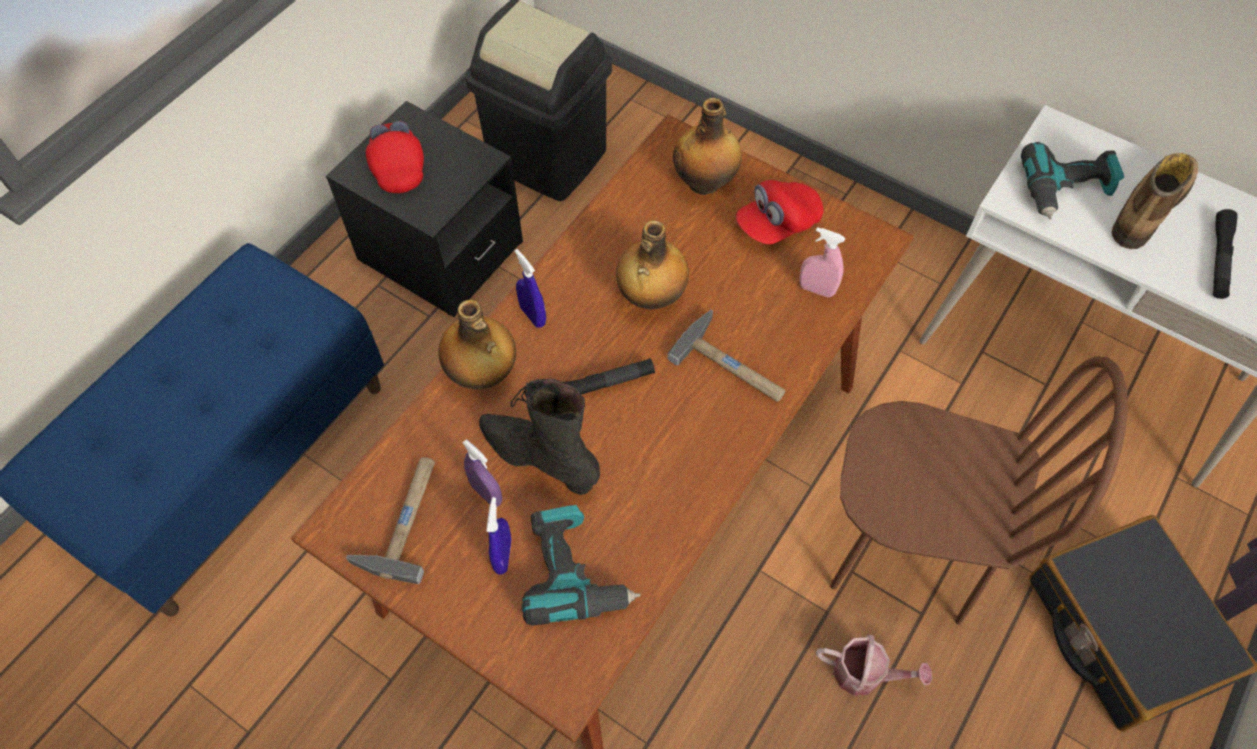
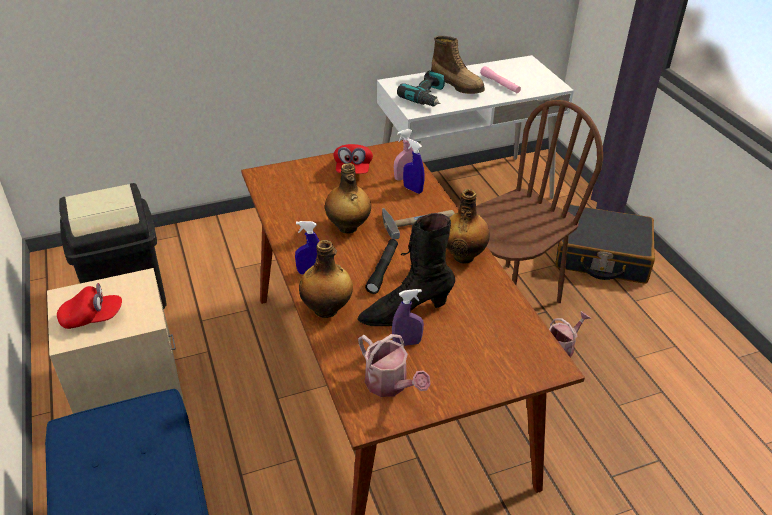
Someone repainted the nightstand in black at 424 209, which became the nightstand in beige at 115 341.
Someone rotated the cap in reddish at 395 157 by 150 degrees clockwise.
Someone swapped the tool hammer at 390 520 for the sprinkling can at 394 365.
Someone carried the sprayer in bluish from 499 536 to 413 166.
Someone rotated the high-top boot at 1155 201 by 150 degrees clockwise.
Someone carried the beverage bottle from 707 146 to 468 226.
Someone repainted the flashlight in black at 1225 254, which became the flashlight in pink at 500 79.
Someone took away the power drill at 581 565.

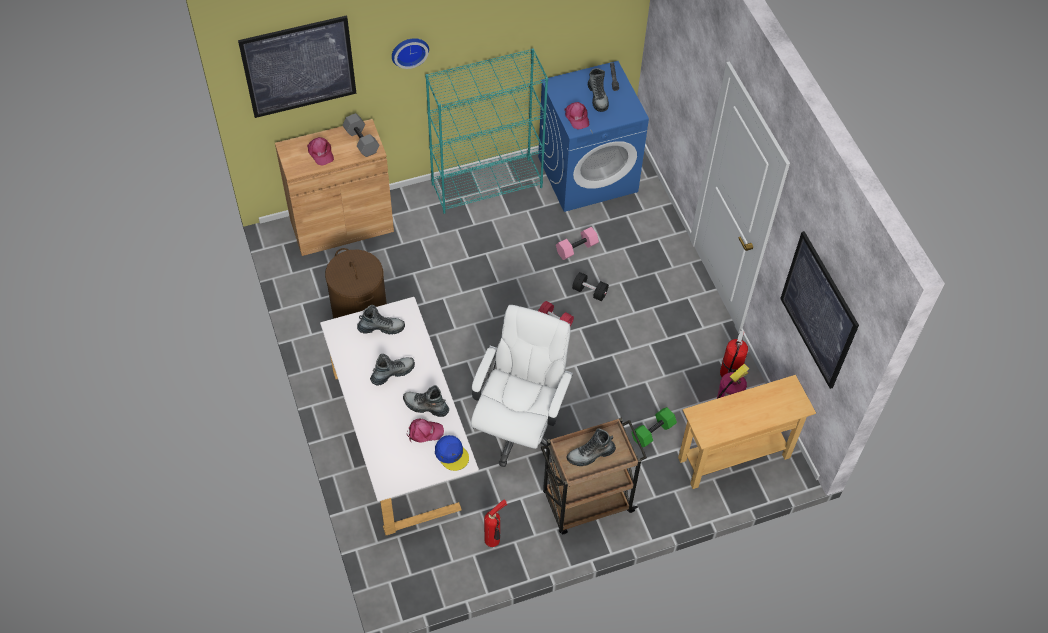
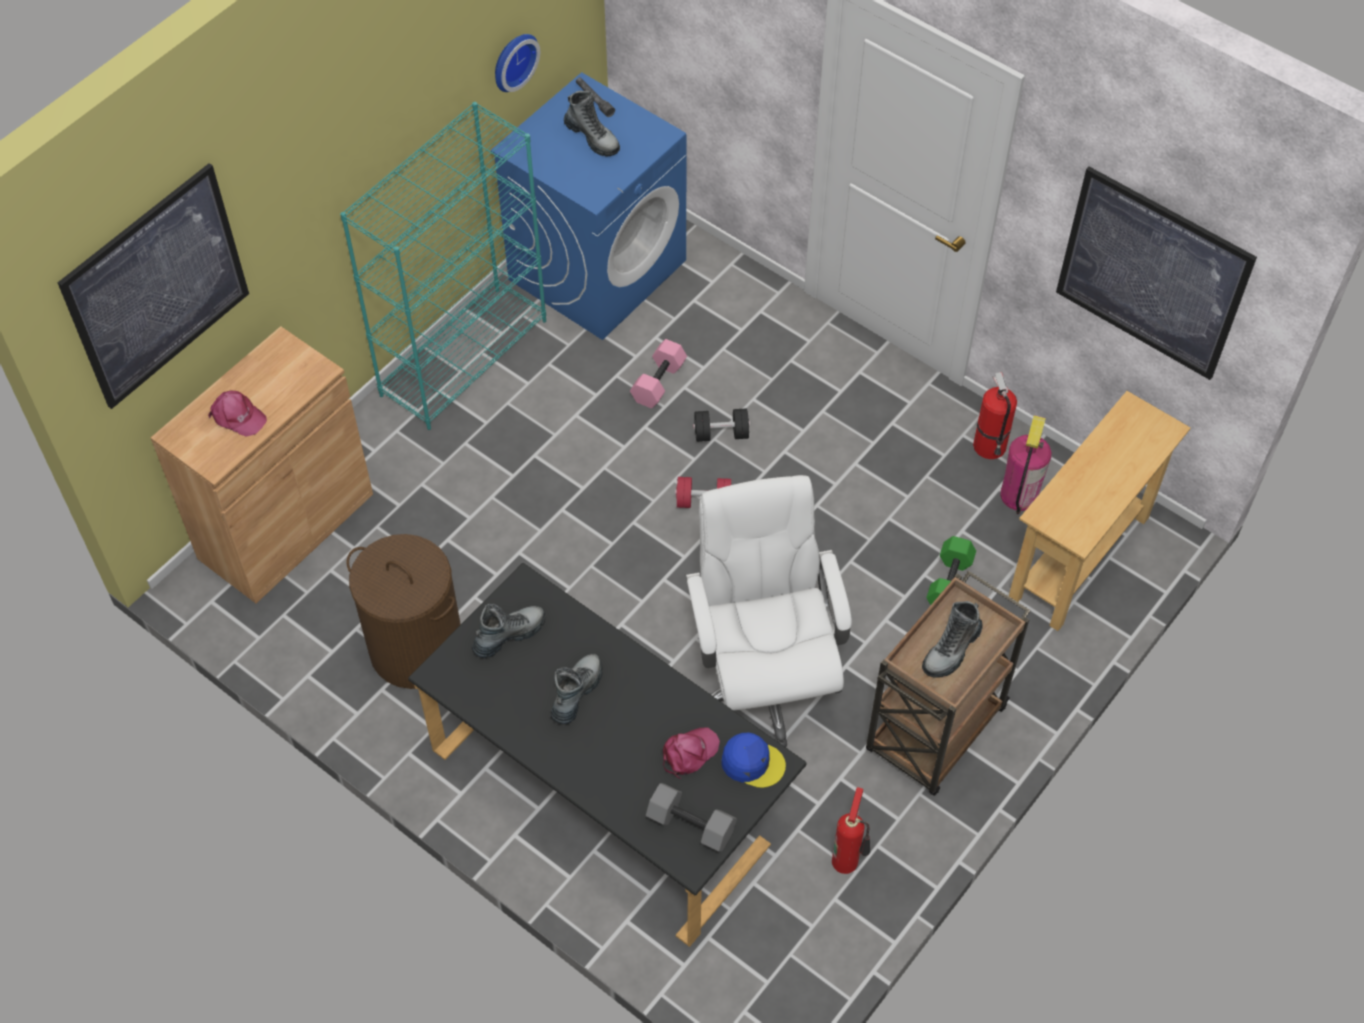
Someone repainted the desk table in white-coloured at 399 416, which became the desk table in black at 607 755.
Someone carried the clock on the wall from 410 53 to 517 63.
Someone carried the dumbbell in grey from 361 135 to 691 817.
Someone took away the high-top boot at 426 401.
Someone took away the cap in pink at 576 116.

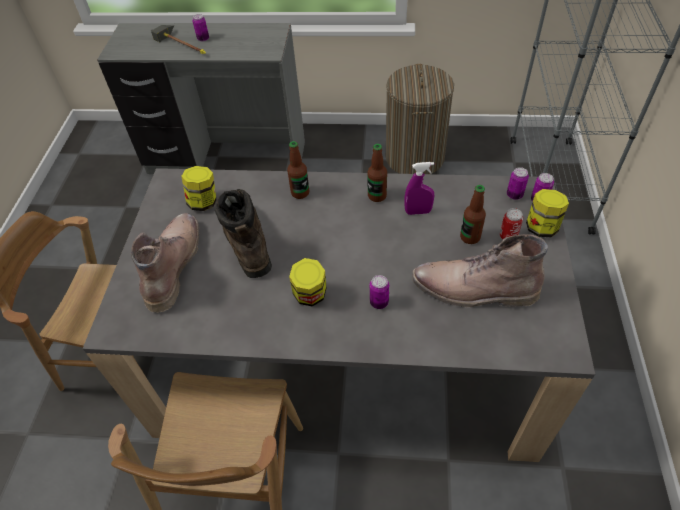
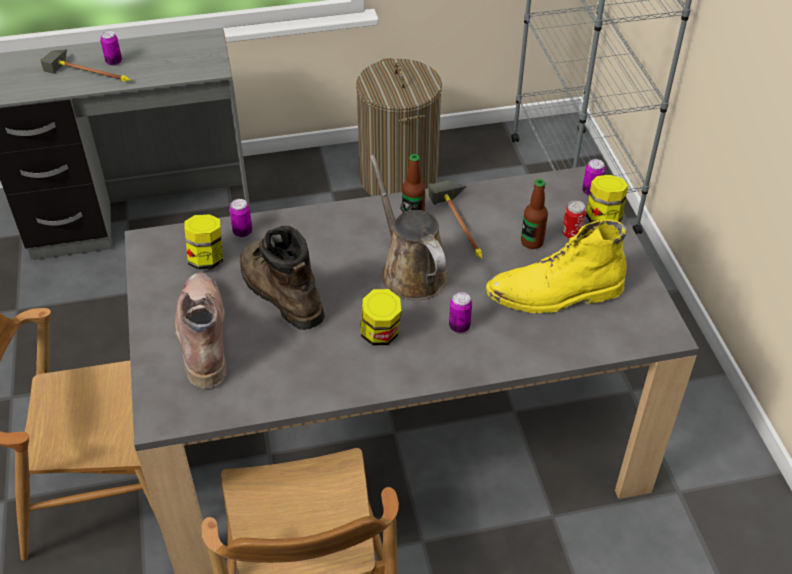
Someone carried the can from 518 183 to 240 218.
Someone put down the sprinkling can in brownish at 409 227.
Someone swapped the sprayer in purplish at 419 188 for the tool hammer at 455 219.
Someone repainted the high-top boot in brownish at 480 270, which became the high-top boot in yellow at 556 266.
Someone took away the beverage bottle at 298 170.

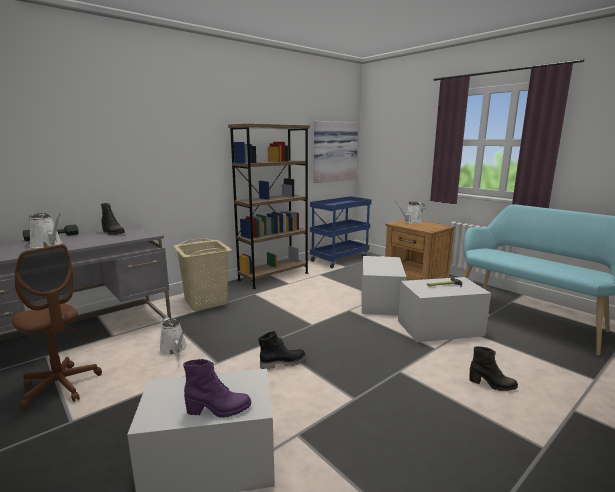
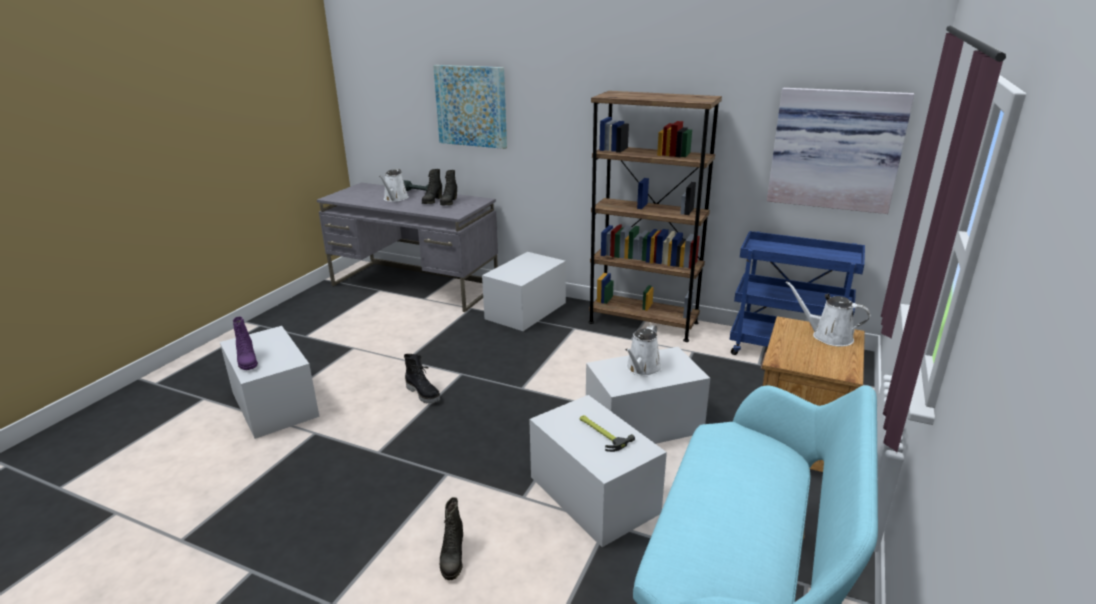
Someone put down the high-top boot in black at 432 186.
Someone put up the wall picture at 470 107.
Someone swapped the laundry basket in beige at 202 274 for the storage container in white-coloured at 524 291.
Someone carried the sprinkling can in white-coloured from 173 336 to 643 350.
Someone took away the desk chair in brownish at 57 326.

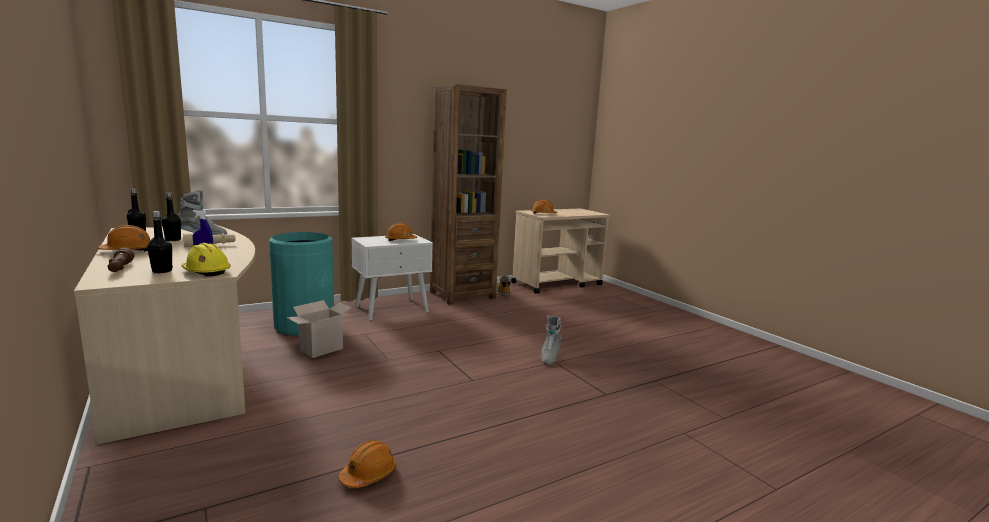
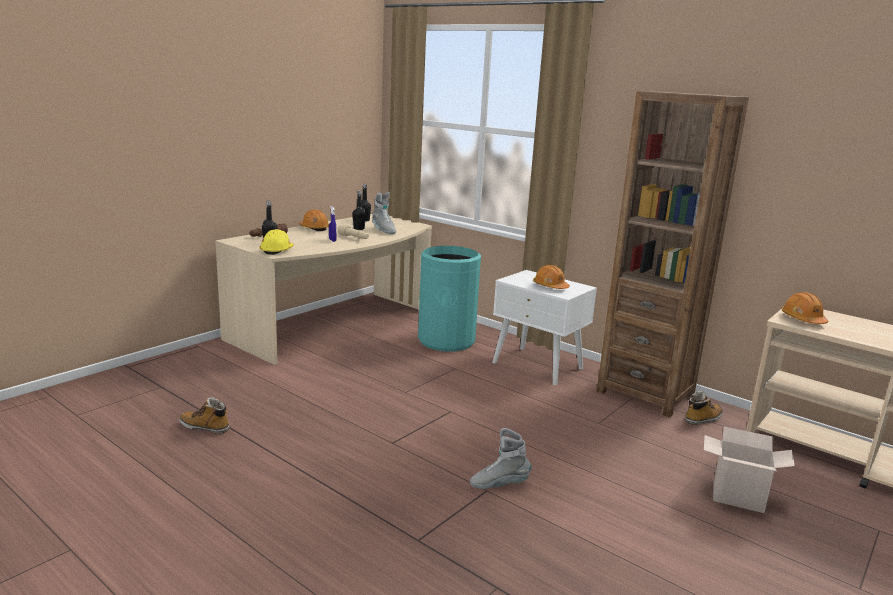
Someone swapped the work helmet in orange-coloured at 368 464 for the high-top boot at 204 415.
Someone carried the carton from 319 329 to 749 470.

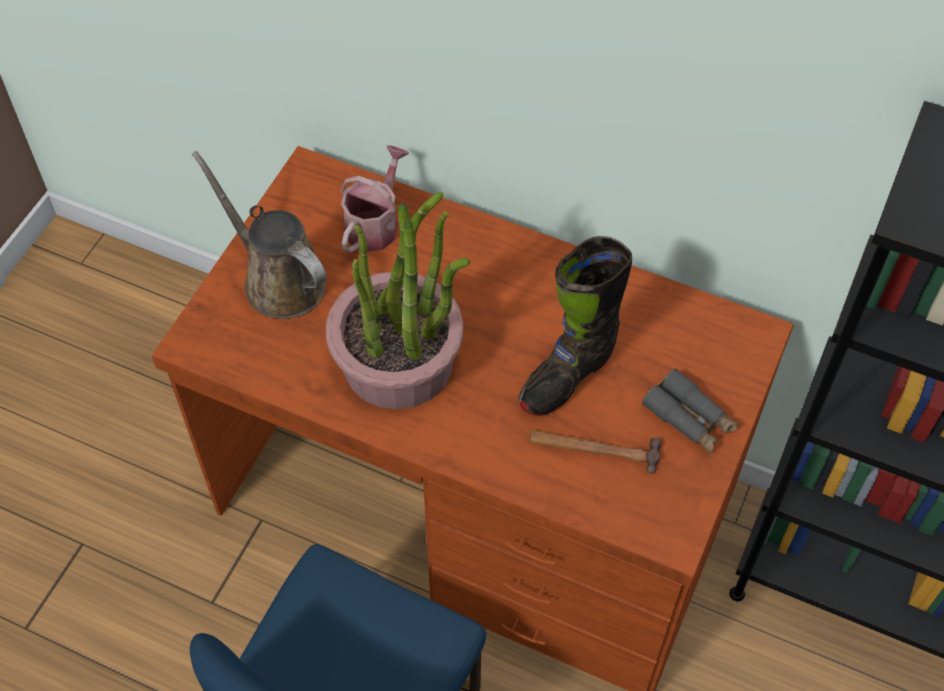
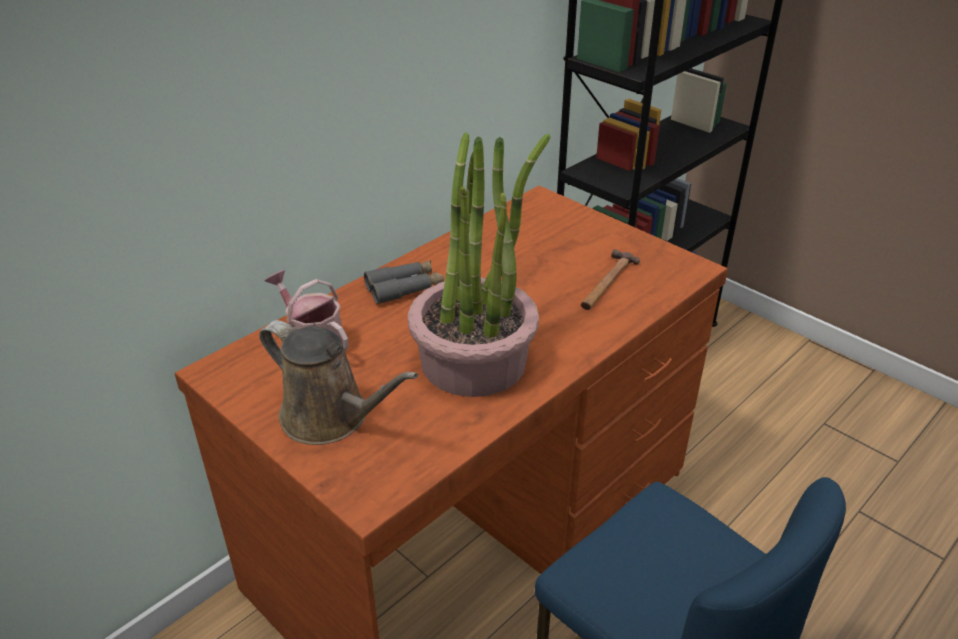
Someone rotated the sprinkling can in brownish at 259 235 by 120 degrees counterclockwise.
Someone carried the pair of binoculars in grey from 690 411 to 404 282.
Someone took away the high-top boot in black at 575 326.

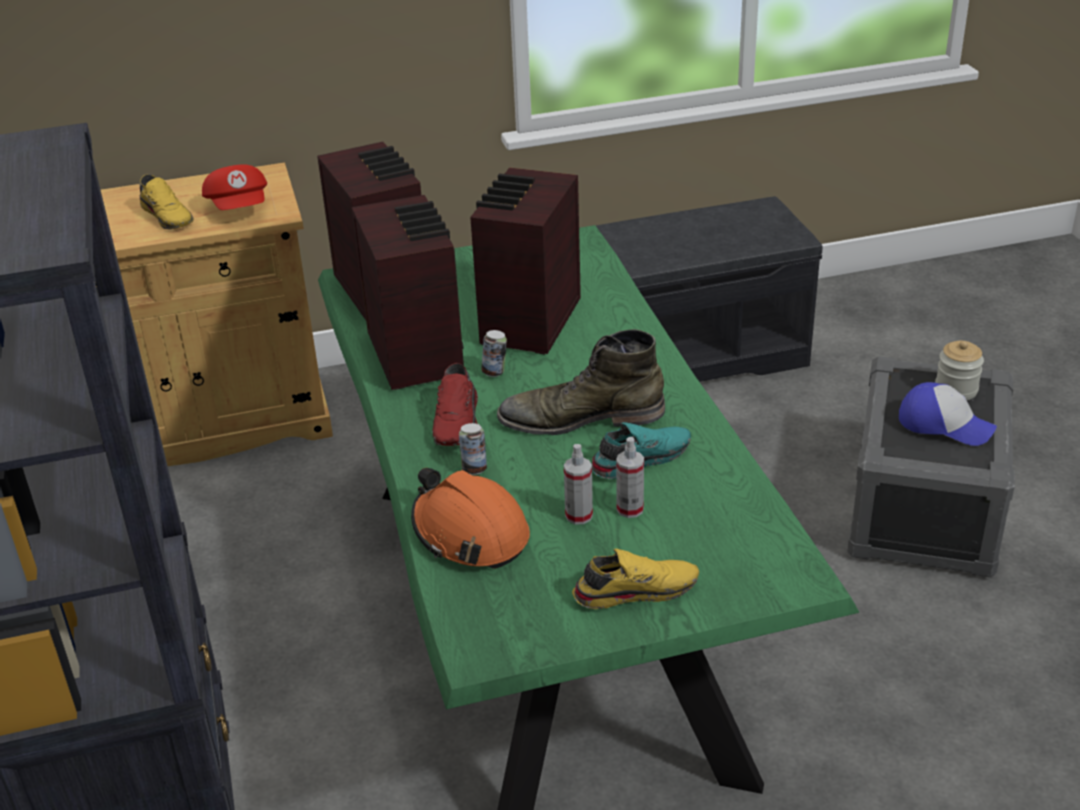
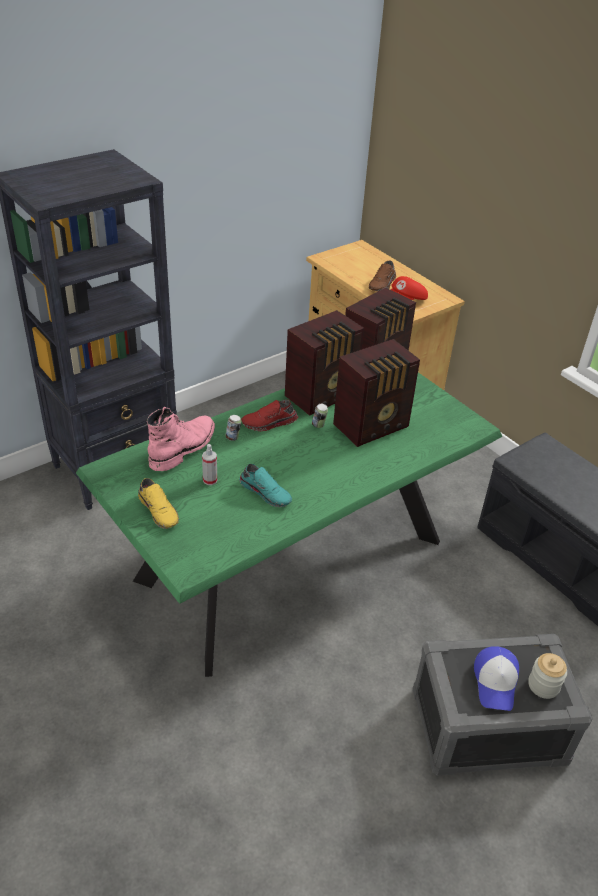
Someone swapped the work helmet in orange-coloured at 470 518 for the high-top boot in pink at 181 439.
Someone rotated the radio receiver at 525 260 by 150 degrees clockwise.
Someone repainted the item of footwear in yellow at 167 202, which became the item of footwear in brownish at 382 276.
Someone took away the high-top boot in greenish at 581 382.
Someone took away the sprayer at 630 477.

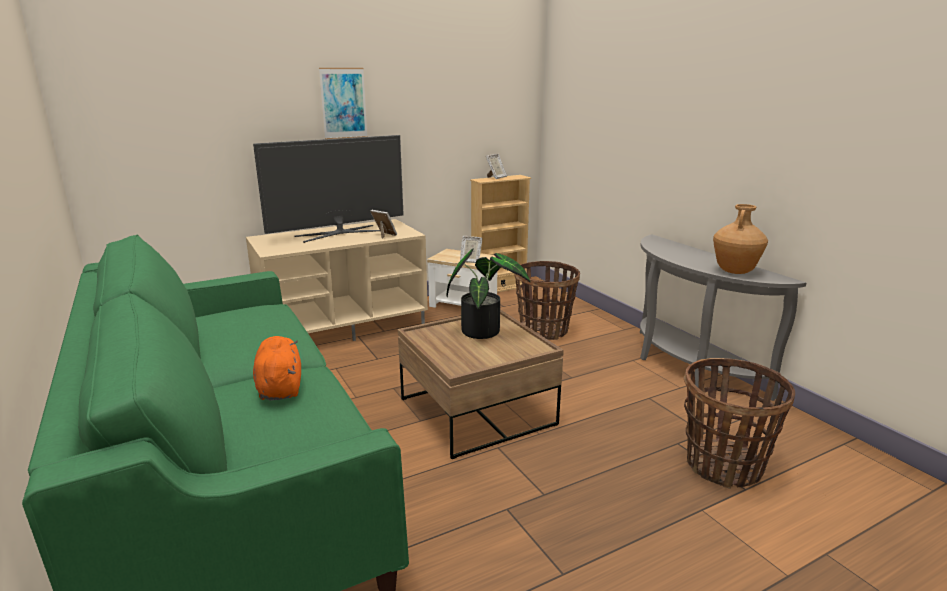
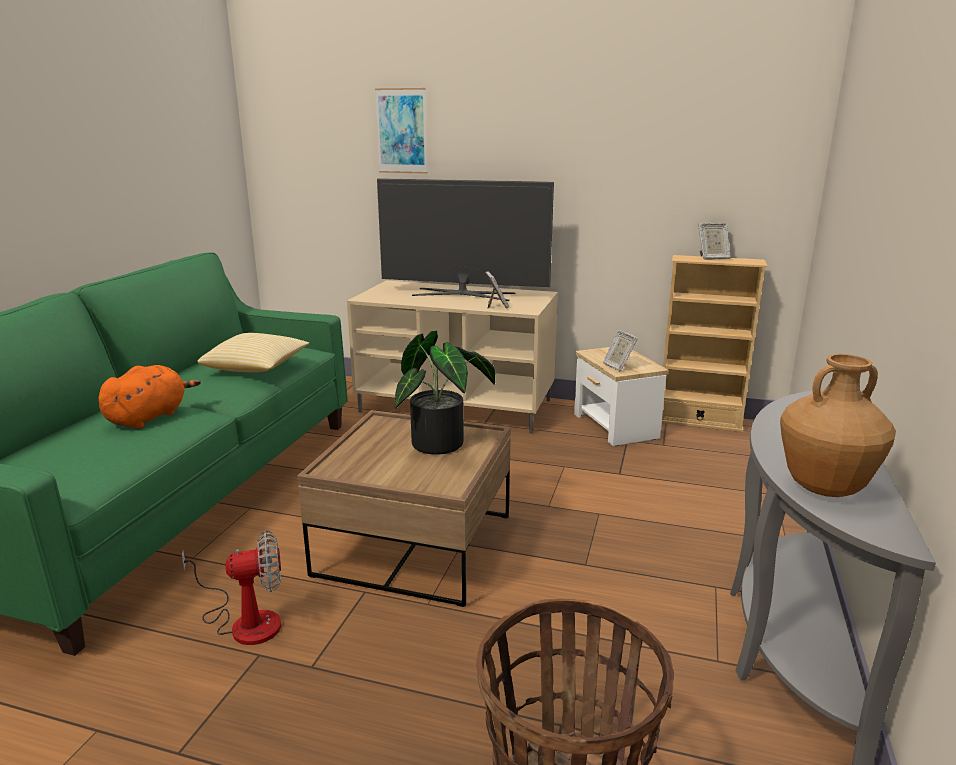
Someone put down the cooling fan at 231 587.
Someone put down the pillow at 253 352.
Someone carried the wall picture from 343 103 to 401 131.
Someone took away the basket at 547 300.

